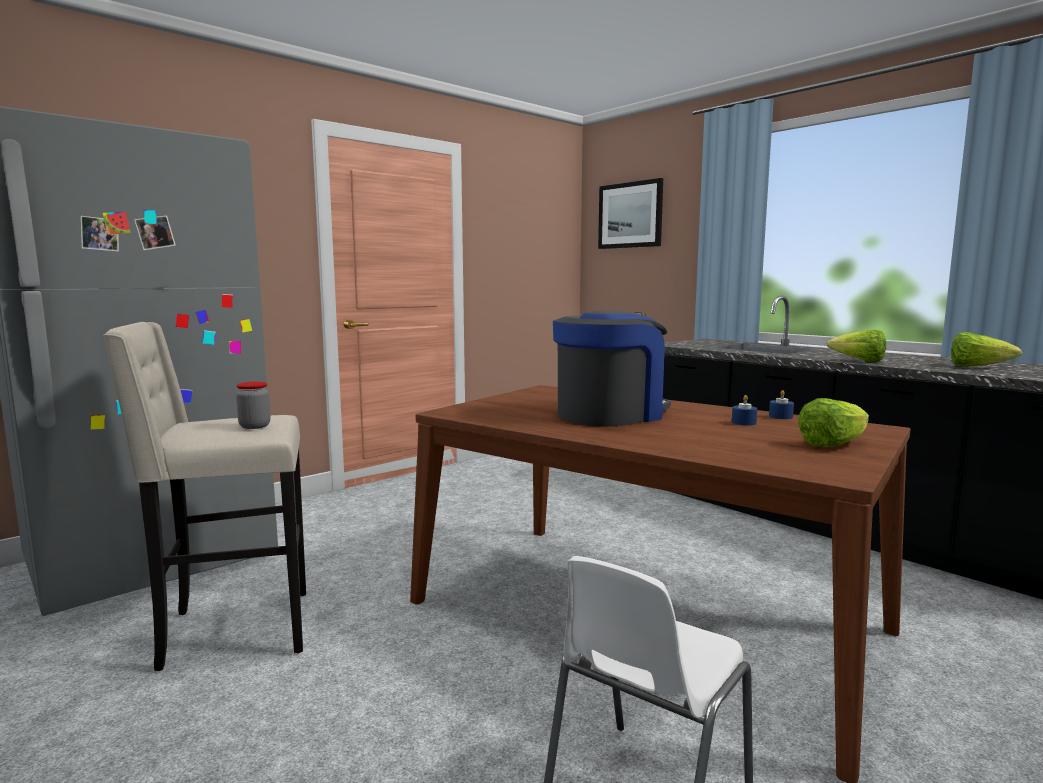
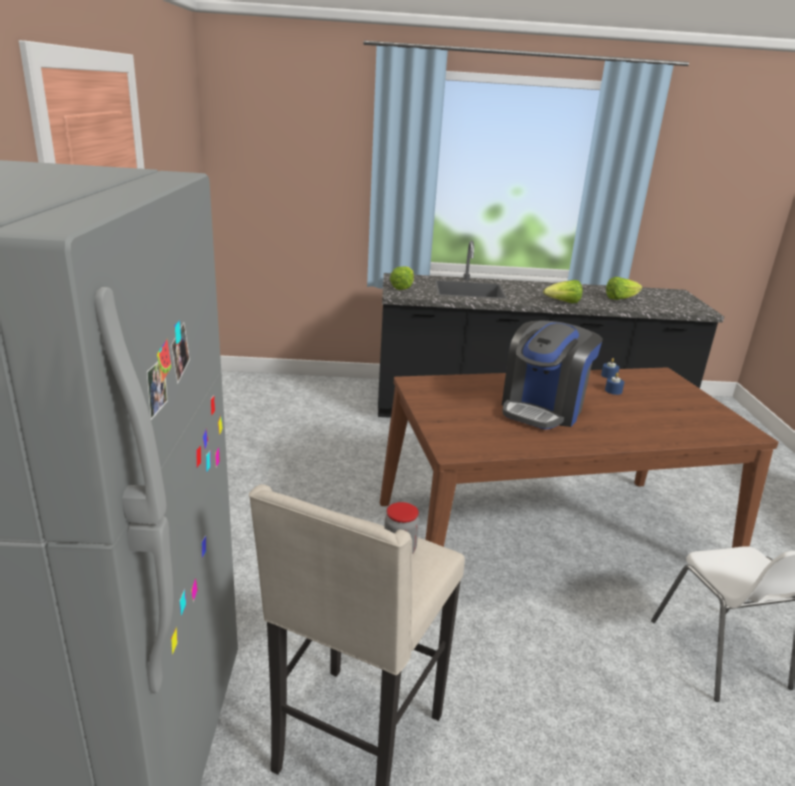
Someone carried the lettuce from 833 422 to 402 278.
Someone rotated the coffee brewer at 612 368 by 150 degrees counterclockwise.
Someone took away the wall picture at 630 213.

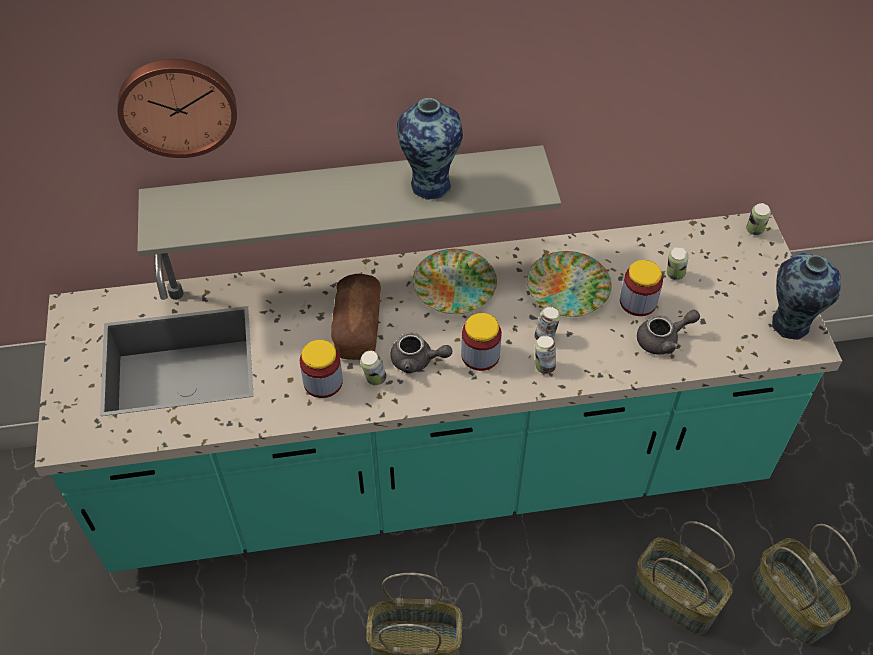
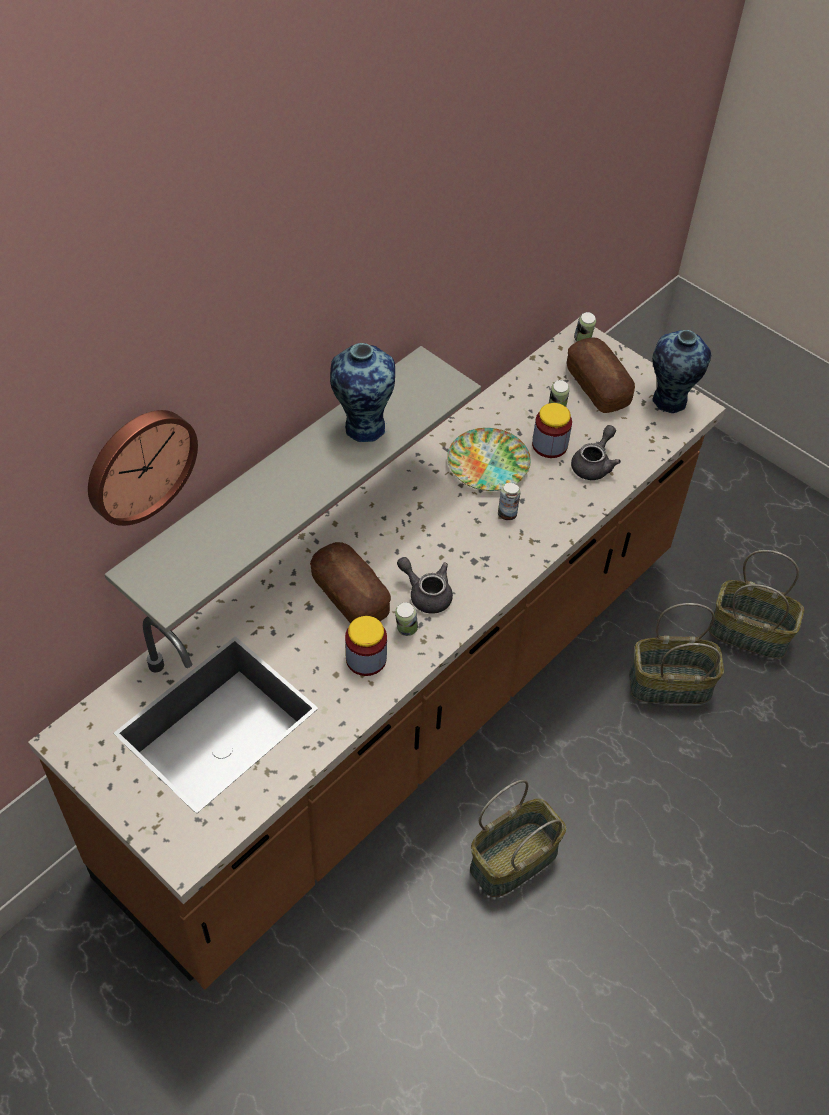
Someone repainted the kitchen base unit in blue-green at 438 392, which became the kitchen base unit in brownish at 377 654.
Someone rotated the tea pot in grey at 421 353 by 120 degrees counterclockwise.
Someone put down the baked bread at 601 375.
Someone took away the dinner plate at 455 281.
Someone took away the jar at 481 342.
Someone took away the can at 545 355.

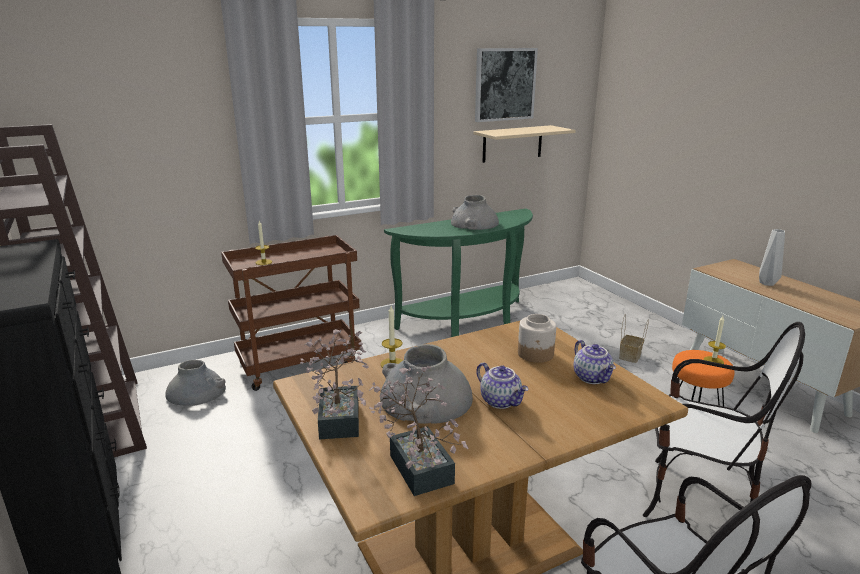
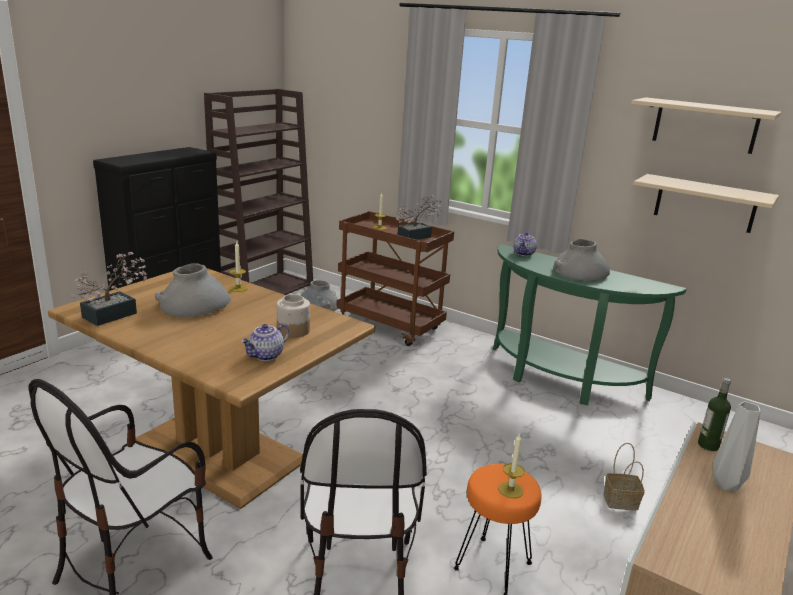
Someone carried the plant in a pot from 334 384 to 419 217.
Someone carried the tea pot from 502 385 to 525 244.
Someone swapped the wall picture at 506 85 for the shelf in beige at 706 125.
Someone put down the beverage bottle at 714 414.

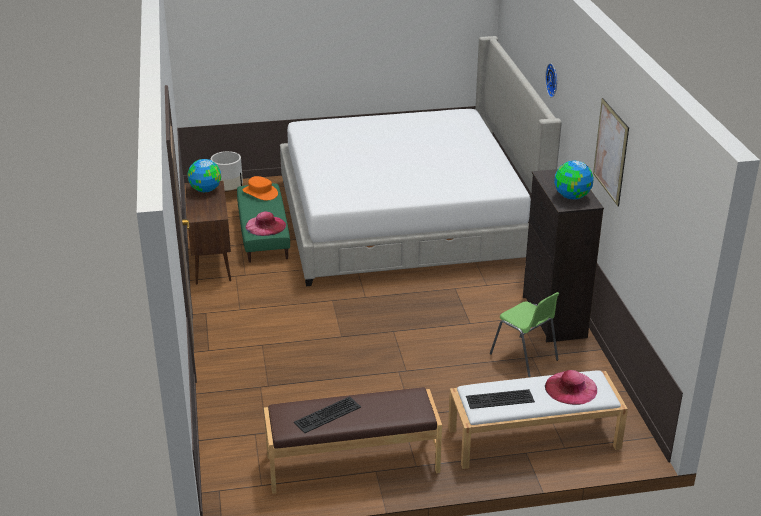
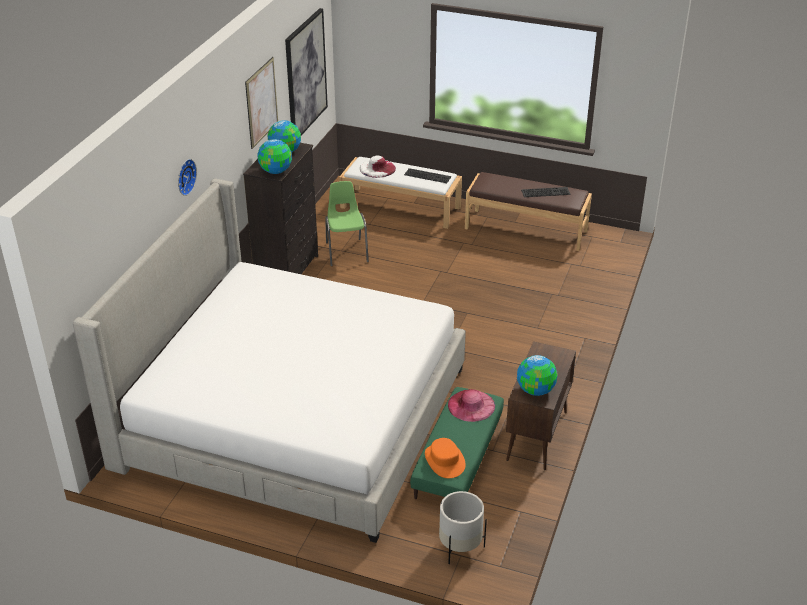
Someone put down the desk globe at 274 156.
Someone put up the wall picture at 306 72.
Someone repainted the clothing hat in pink at 571 387, which became the clothing hat in white-coloured at 378 167.

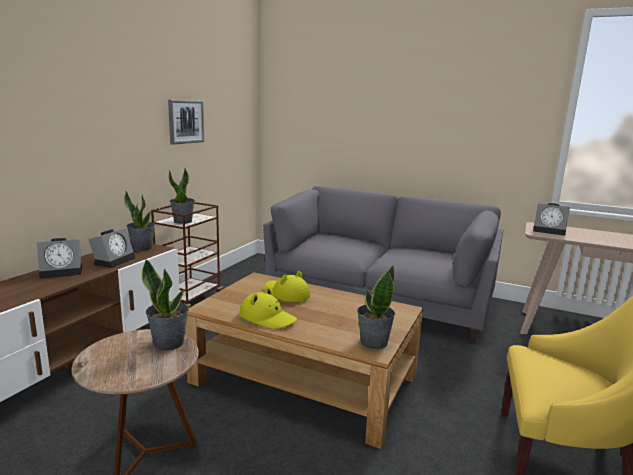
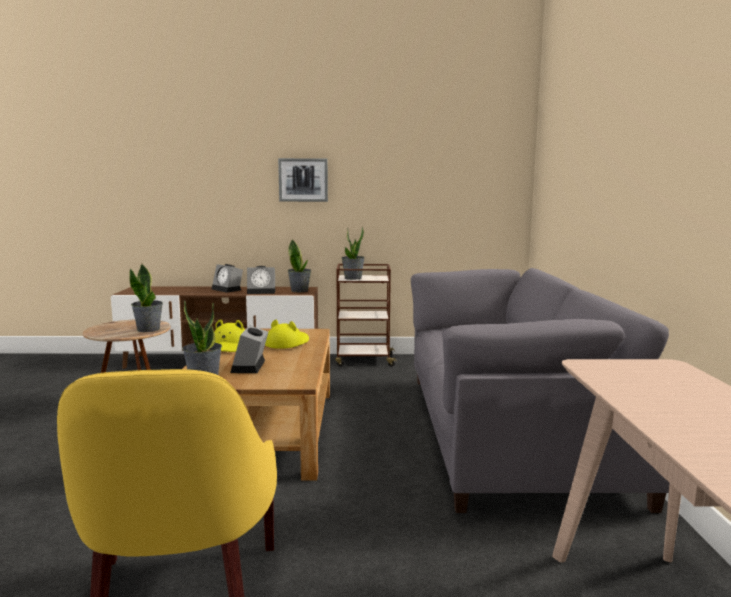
Someone carried the bedside clock from 551 219 to 249 349.
Someone carried the wall picture from 186 122 to 303 180.

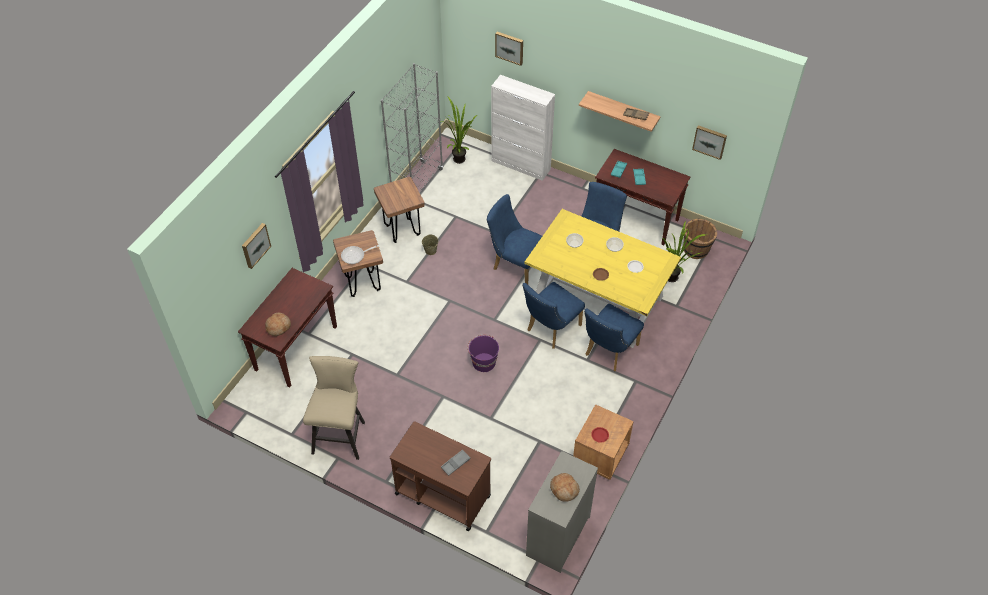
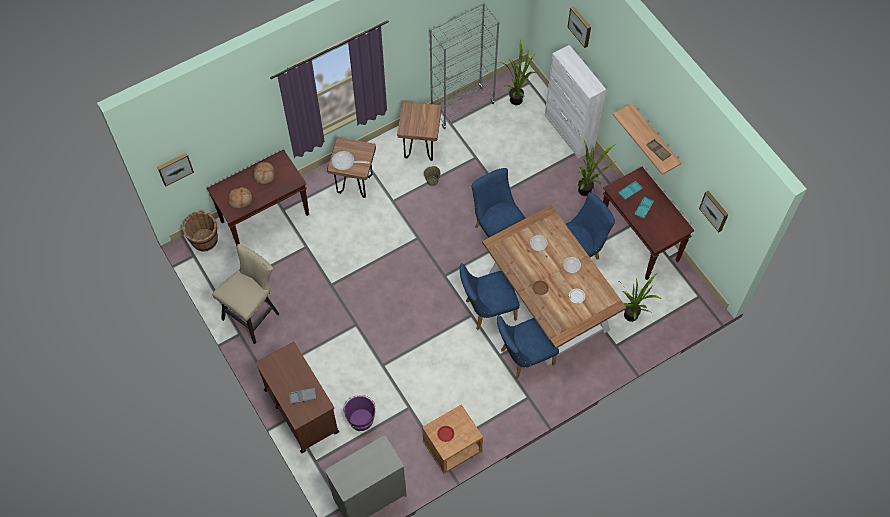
Someone carried the wall picture from 256 246 to 175 170.
Someone carried the water bucket in brownish from 700 238 to 200 232.
Someone carried the baked bread from 565 487 to 264 173.
Someone carried the water bucket in purplish from 483 353 to 359 413.
Someone repainted the dinner table in yellow at 603 278, which became the dinner table in brownish at 554 285.
Someone put down the plant in a pot at 596 168.

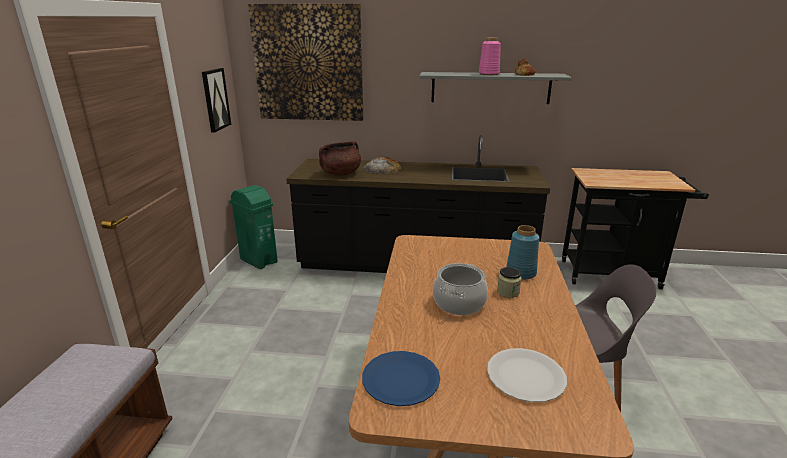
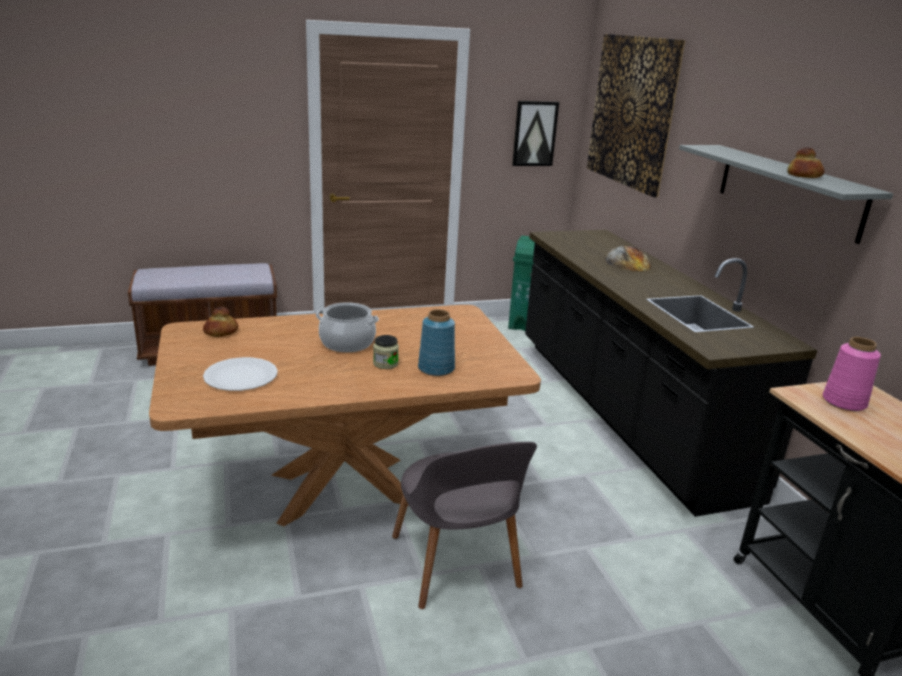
Someone swapped the dinner plate in bluish at 401 378 for the baked bread at 220 321.
Someone carried the flower vase in pink from 490 56 to 852 374.
Someone took away the stockpot in brownish at 340 158.

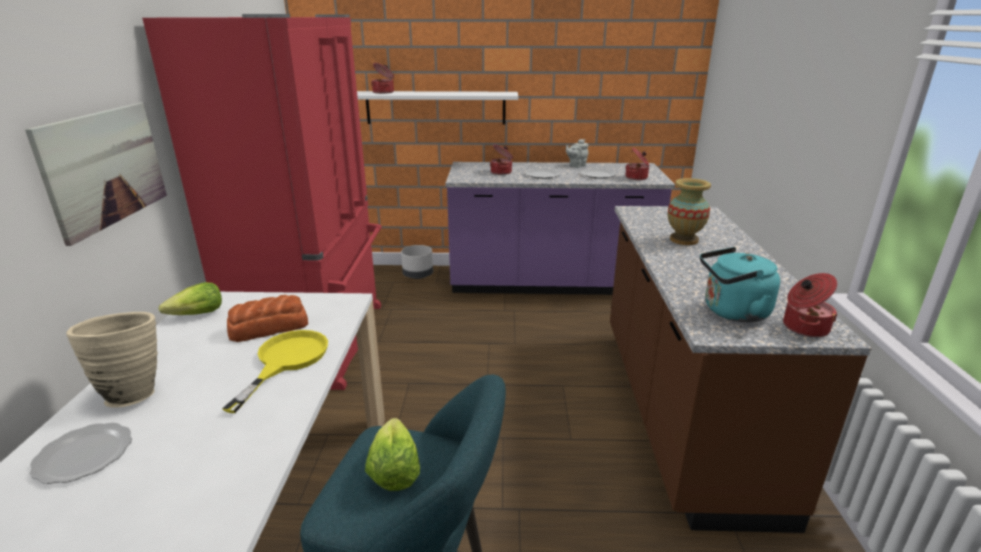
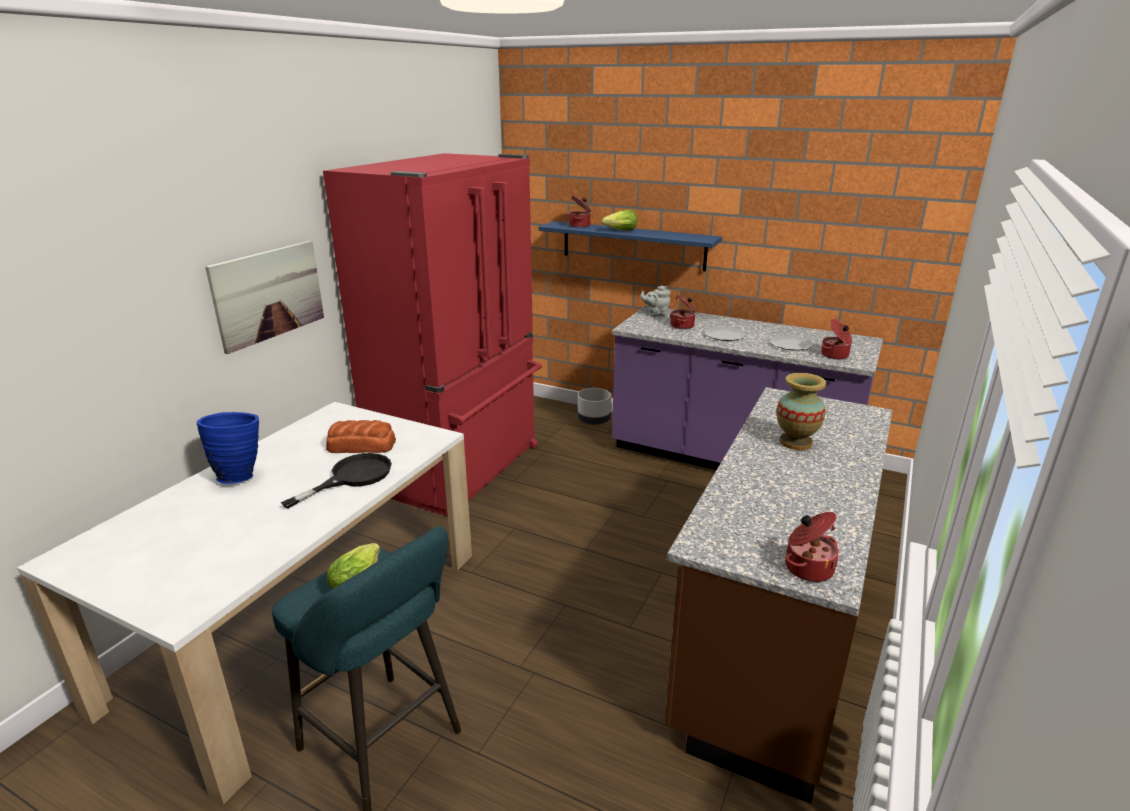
Someone repainted the flower vase in beige at 112 360, which became the flower vase in bluish at 228 448.
Someone repainted the frying pan in yellow at 275 371, which became the frying pan in black at 336 481.
Someone repainted the shelf in white-coloured at 437 108, which became the shelf in bluish at 630 246.
Someone carried the lettuce from 190 298 to 619 220.
Someone carried the tea pot in grey from 577 153 to 655 301.
Someone took away the dinner plate at 81 453.
Someone took away the water kettle in blue-green at 740 285.

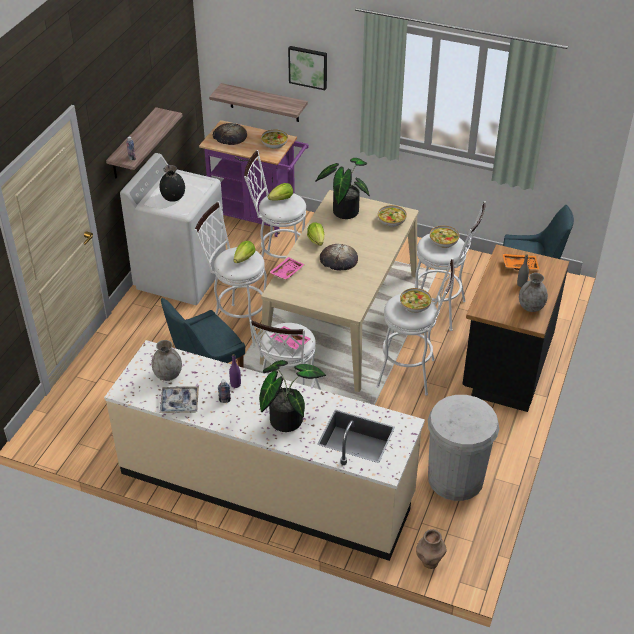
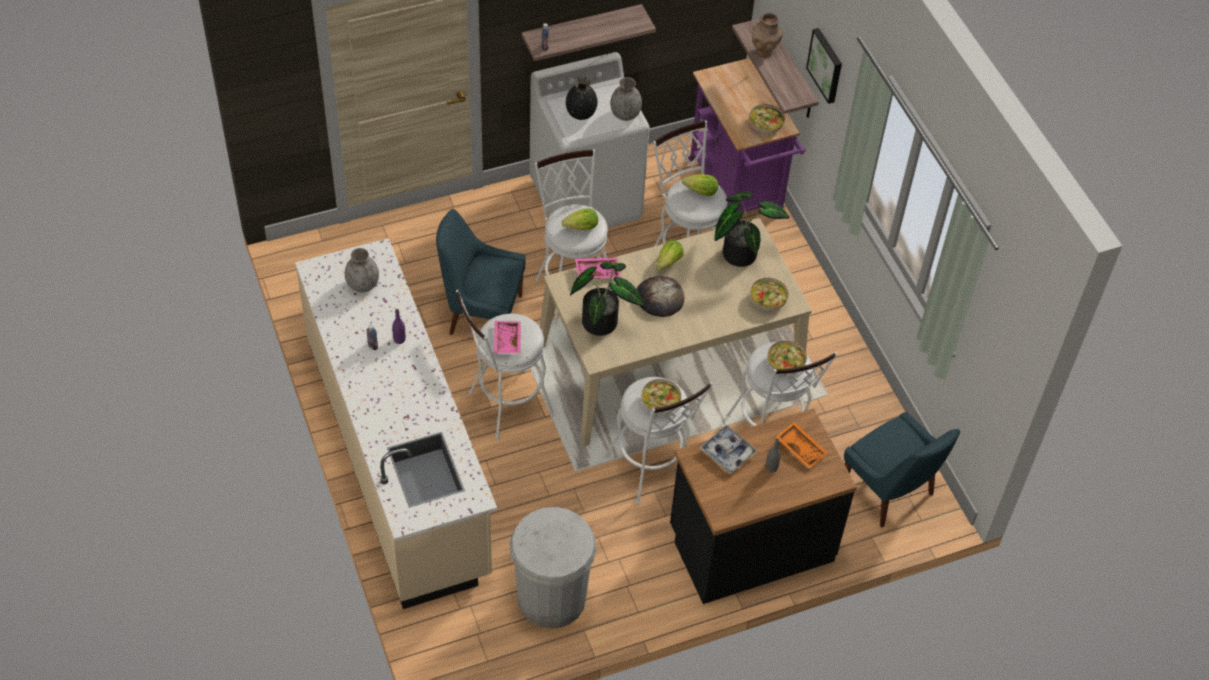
Someone carried the plant in a pot from 292 396 to 607 299.
Someone carried the flower vase in grey from 533 292 to 626 99.
Someone carried the tray from 179 399 to 728 449.
Someone carried the flower vase in brownish from 431 549 to 767 35.
Someone took away the baked bread at 230 134.

